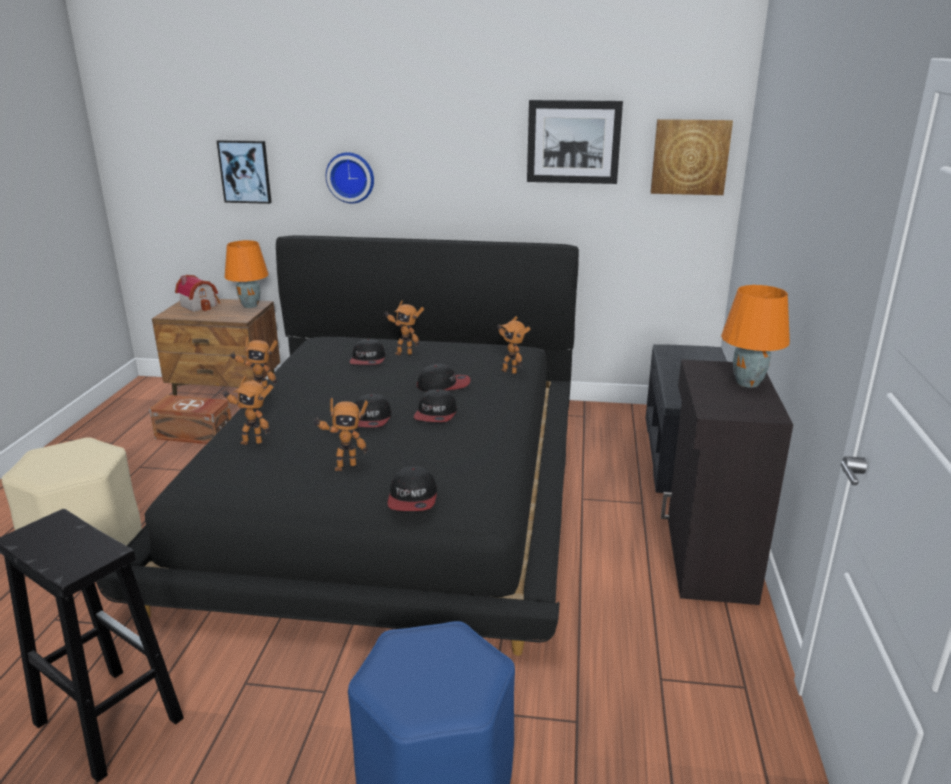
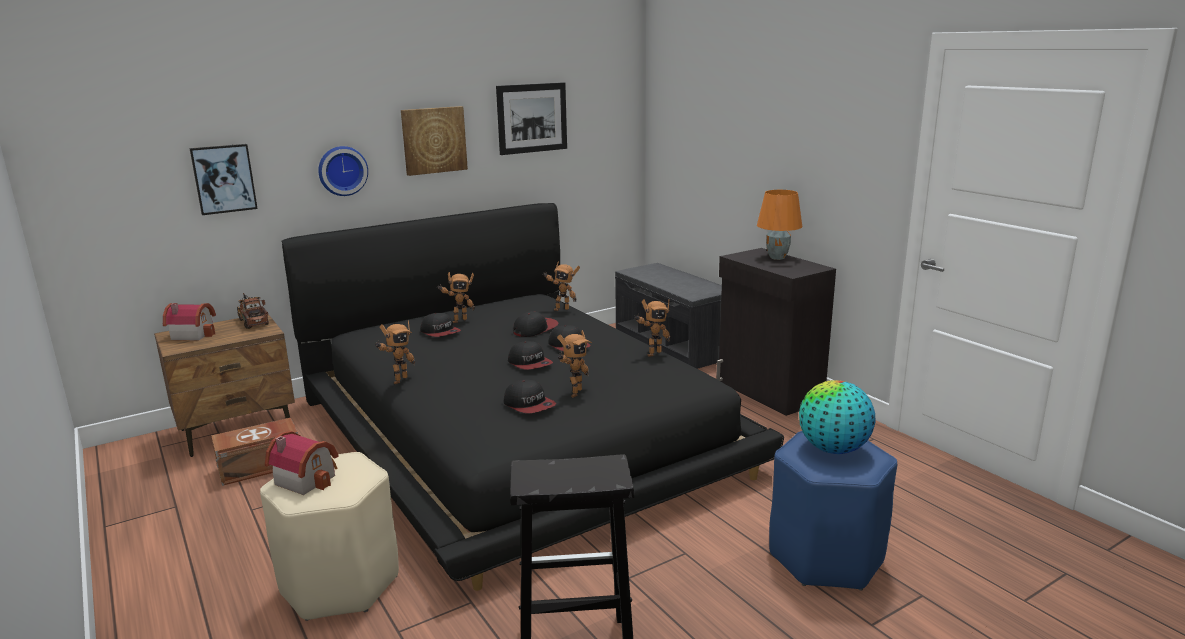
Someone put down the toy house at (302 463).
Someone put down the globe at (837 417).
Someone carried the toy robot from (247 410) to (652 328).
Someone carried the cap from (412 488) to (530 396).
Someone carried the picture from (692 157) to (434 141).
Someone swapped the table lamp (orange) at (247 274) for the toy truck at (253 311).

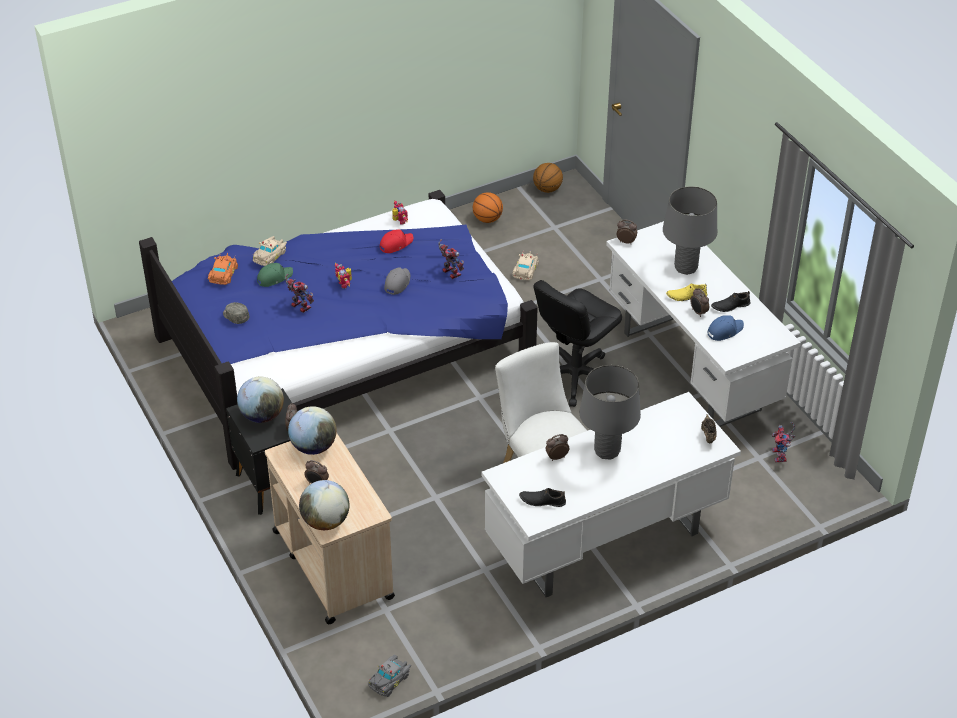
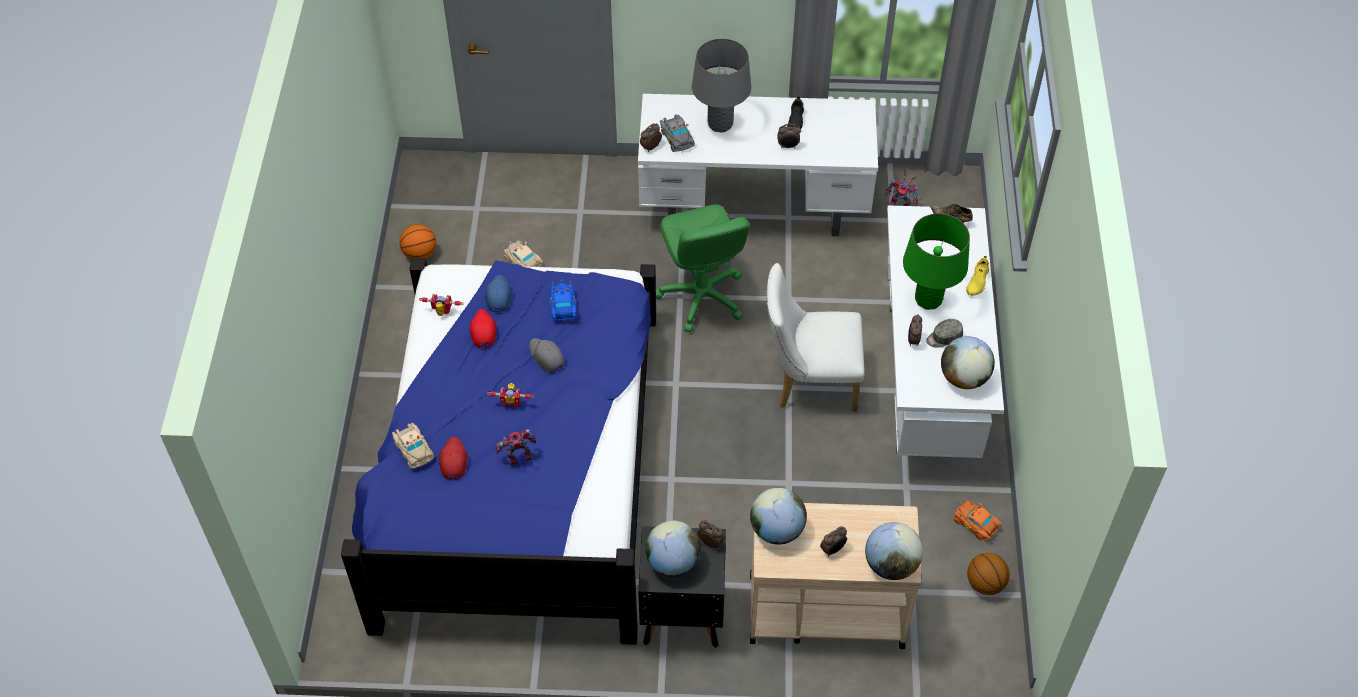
Someone carried the toy car (orange) from (223 269) to (977 519).
Someone carried the cap (grey) from (236 313) to (944 333).
Someone carried the toy car (grey) from (389 675) to (677 133).
Someone carried the basketball from (548 178) to (988 574).
Someone carried the shoe (yellow) from (686 292) to (977 275).
Someone carried the cap (blue) from (726 328) to (498 293).
Someone swapped the toy robot at (451 259) for the toy car (blue) at (563 300).
Someone swapped the shoe (black) at (542 497) for the globe at (968 362).
Someone repainted the cap (green) at (275 275), which became the cap (red) at (453 458).
Someone repainted the office chair (black) at (577 343), which became the office chair (green) at (703 268).
Someone repainted the table lamp (grey) at (610 412), which became the table lamp (green) at (936 261).

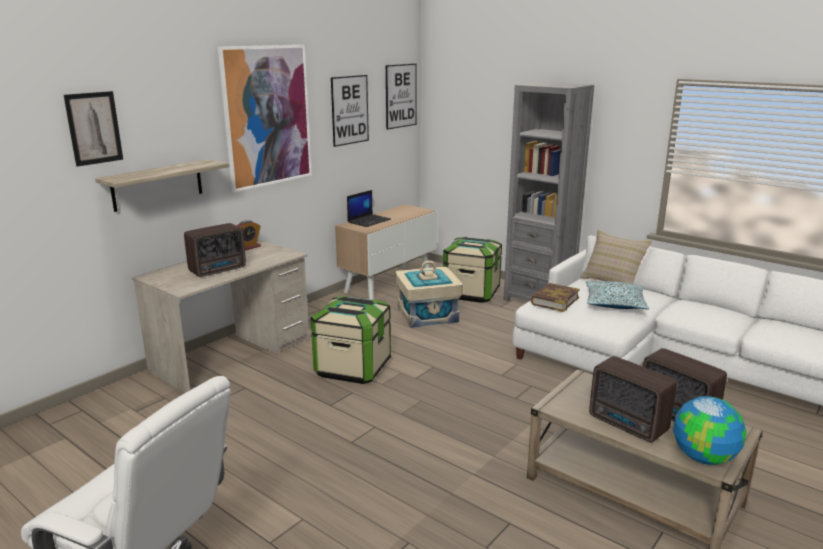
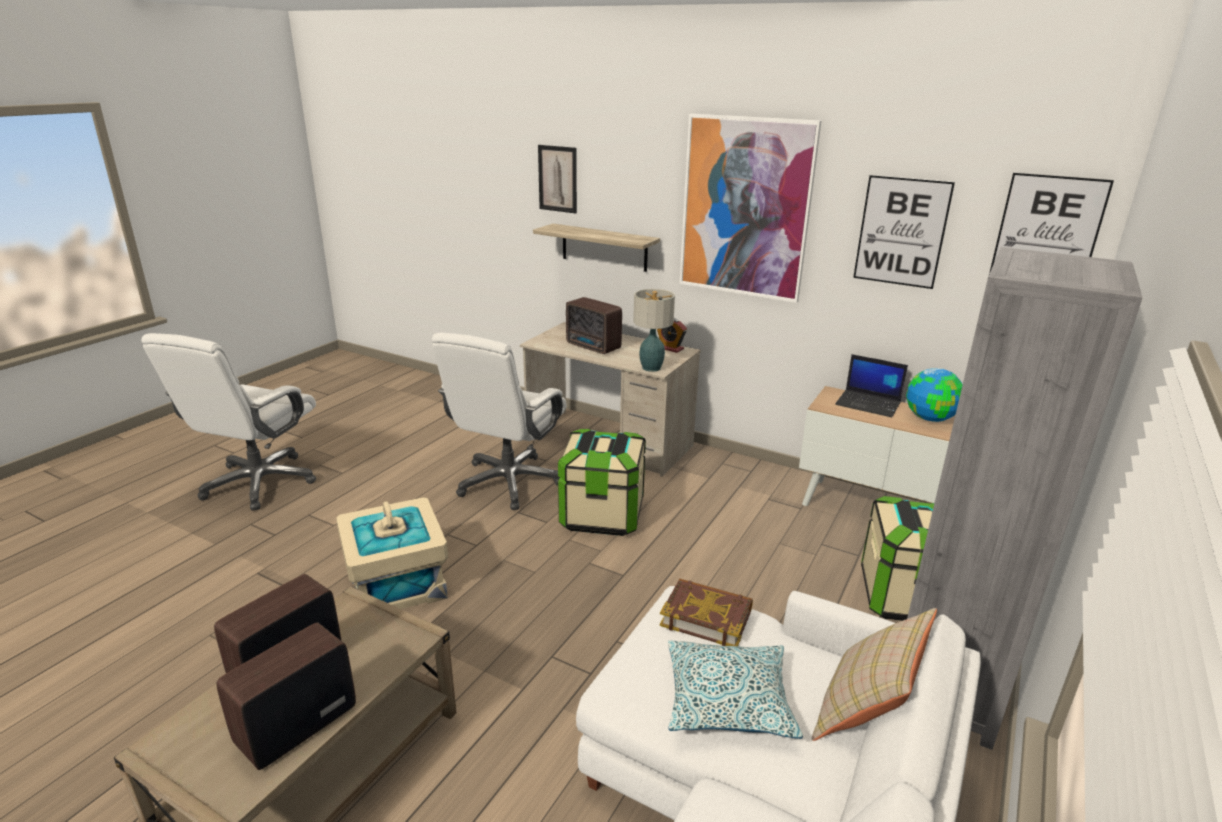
Someone put down the office chair (white) at (499 421).
Someone put down the table lamp at (654 330).
Someone carried the storage box (beige) from (429 294) to (392 553).
Someone carried the globe from (709 430) to (934 395).

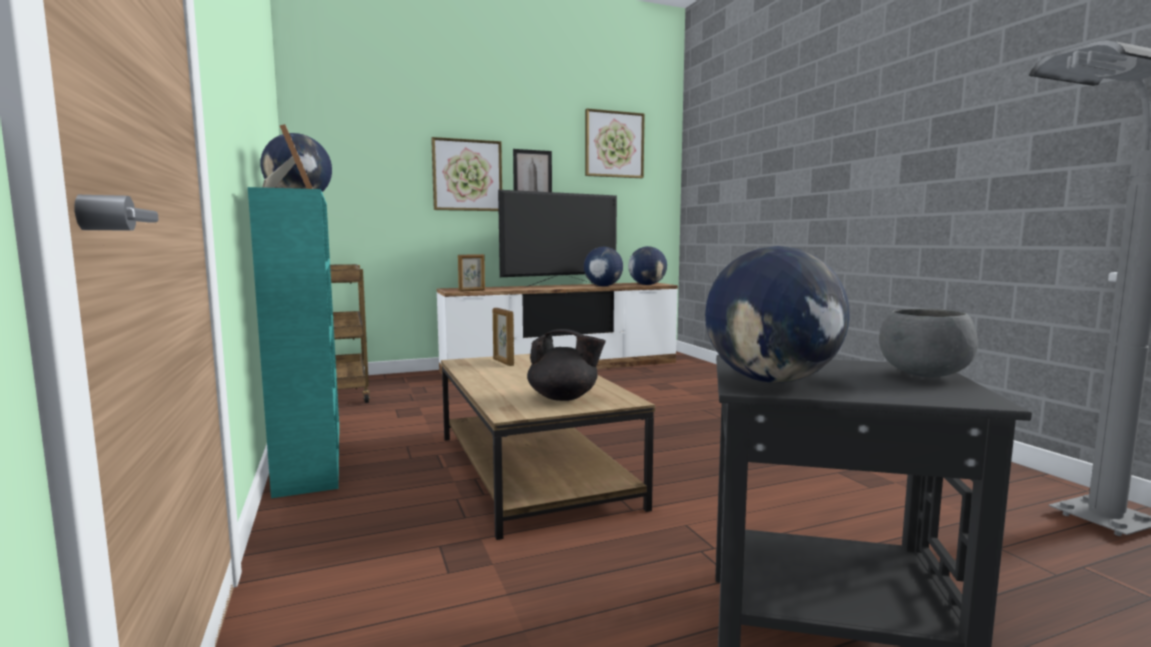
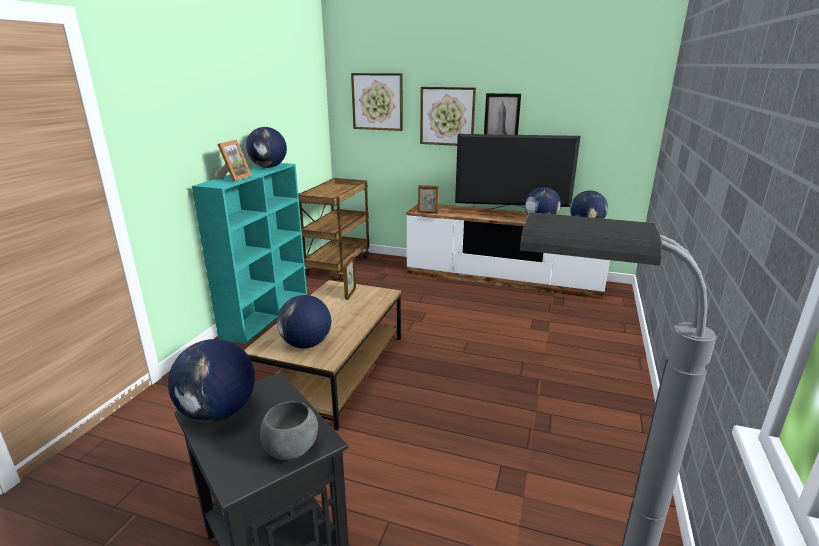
Someone carried the picture from (615 143) to (377 102).
Someone swapped the teapot (black) at (566 365) for the globe at (304 321).

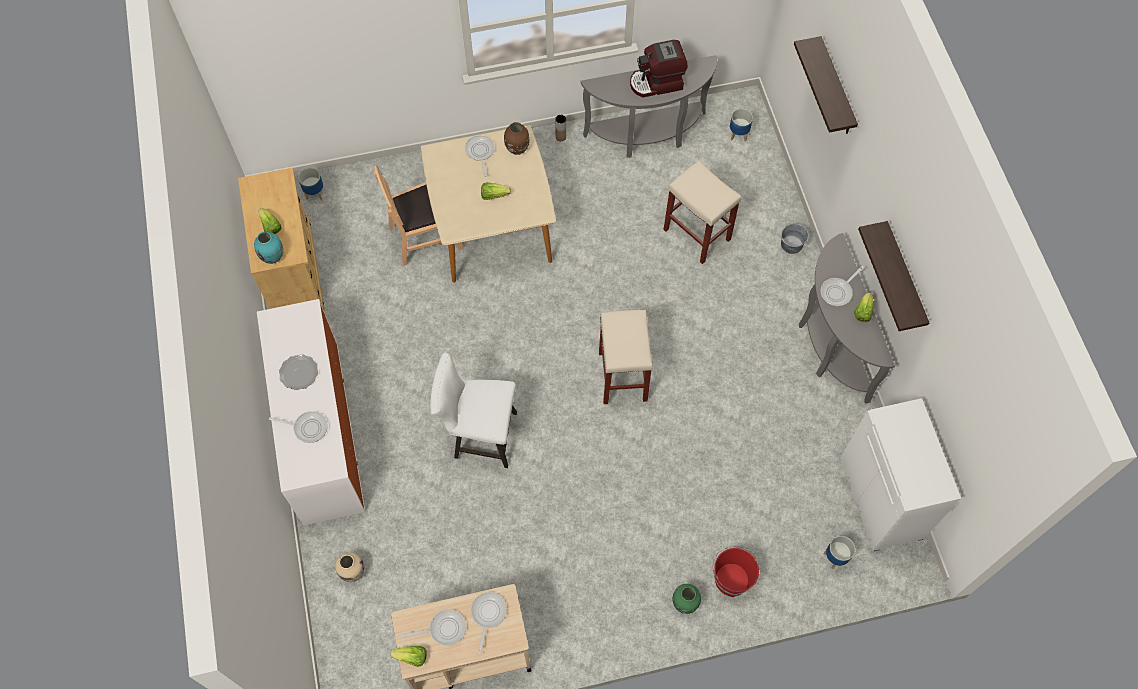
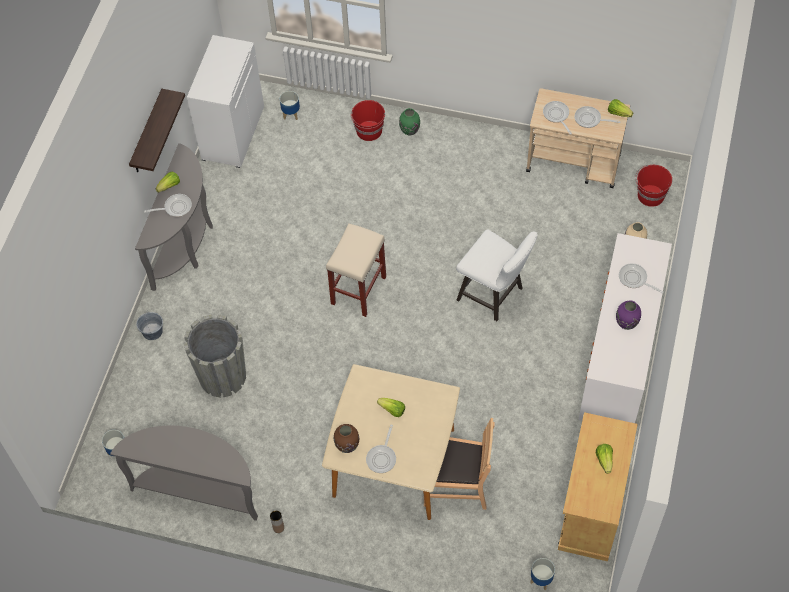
Someone took away the vase (turquoise) at (268 247).
Someone took away the coffee machine at (659 69).
Someone took away the shelf at (826 85).
Someone put down the bucket (red) at (653 186).
Someone swapped the plate at (298 372) for the vase (purple) at (628 315).
Someone swapped the stool (beige) at (702 212) for the planter (grey) at (215 356).
Someone rotated the frying pan at (489 623) by 120 degrees clockwise.

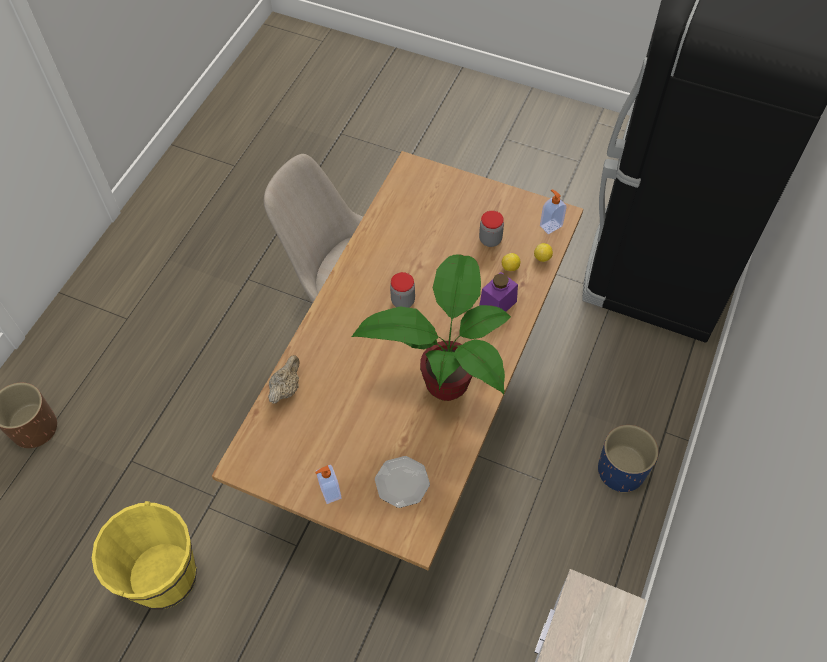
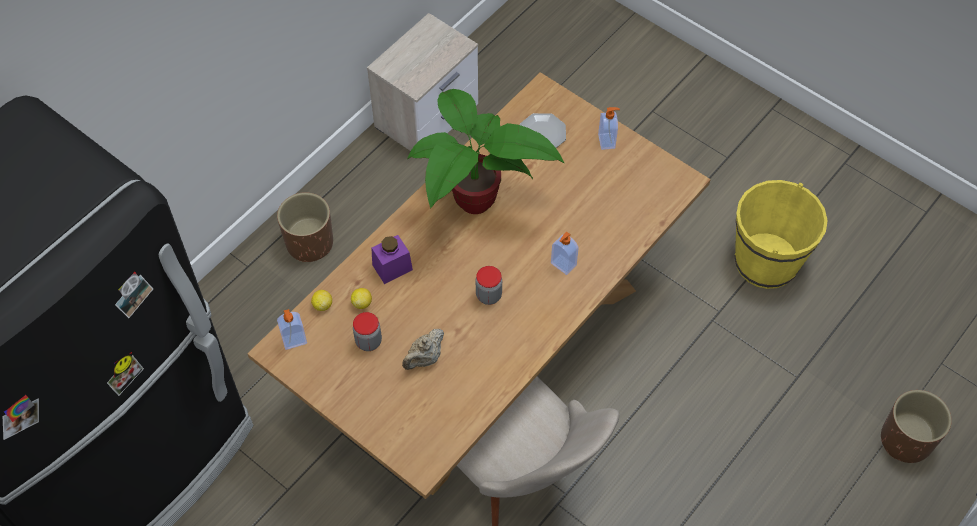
Someone put down the soap dispenser at (565 253).
Someone carried the teapot (beige) from (284 379) to (423 349).
Someone repainted the planter (blue) at (628 459), which became the planter (brown) at (305 227).

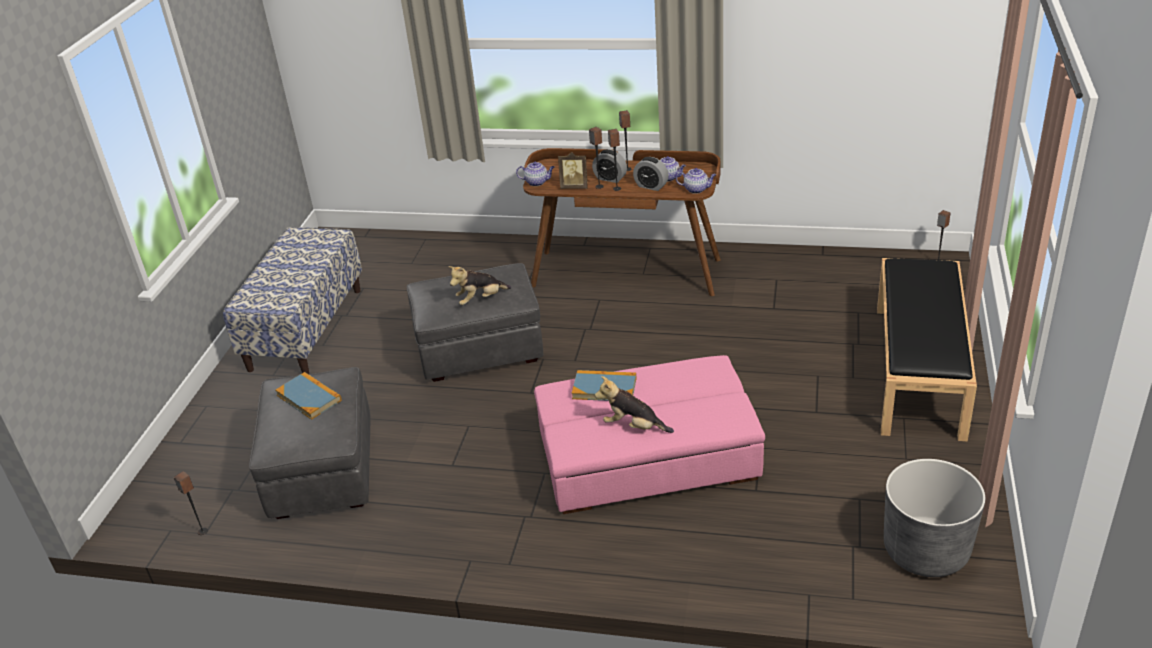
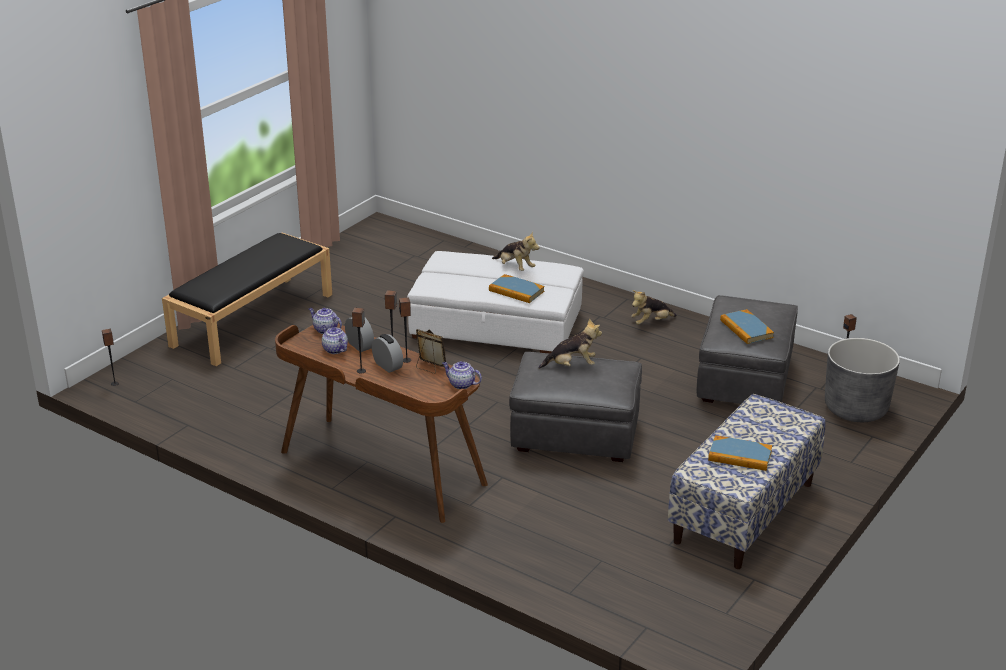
Someone put down the plush toy at (654 307).
Someone put down the book at (740 453).
Someone carried the planter (grey) from (934 518) to (862 380).
Someone repainted the ottoman (pink) at (649 434), which became the ottoman (white) at (495 302).

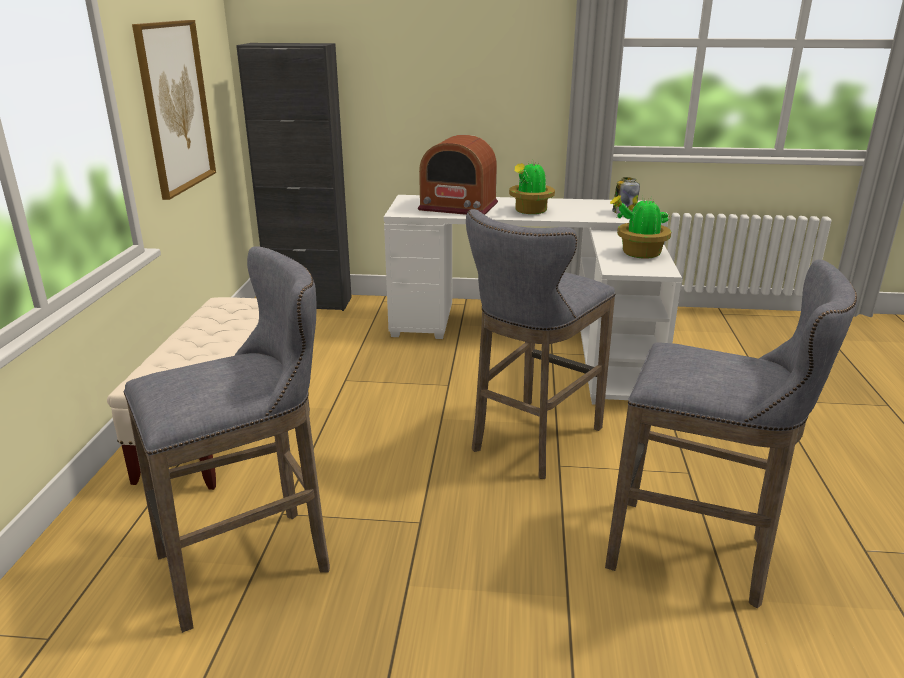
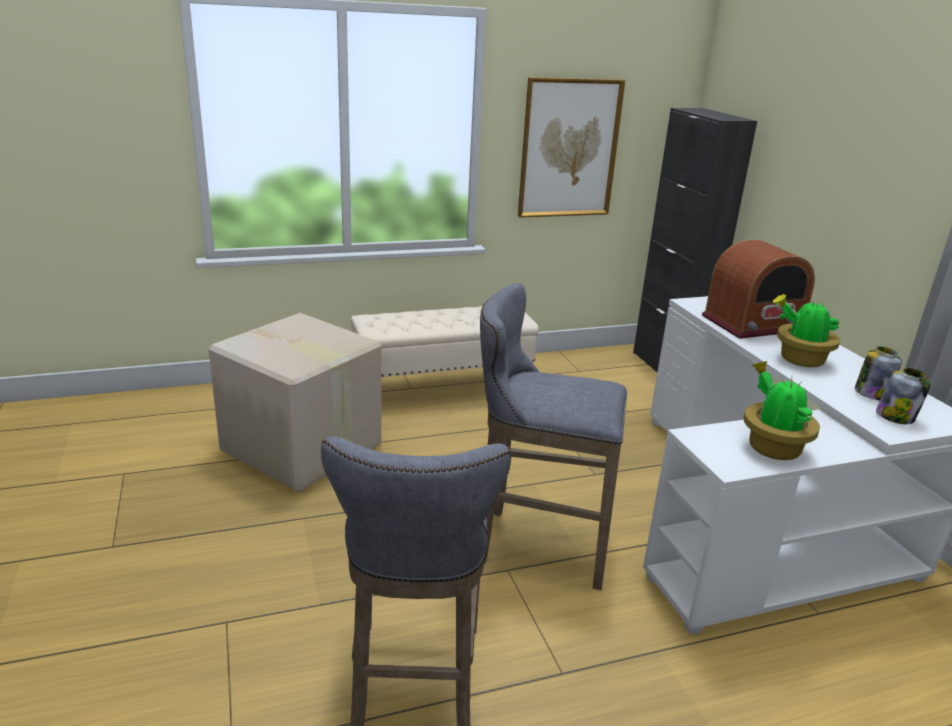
Someone put down the jar at (878 373).
Someone swapped the stool (grey) at (227 439) for the cardboard box at (295 402).
Someone rotated the radio at (458 175) by 105 degrees counterclockwise.

